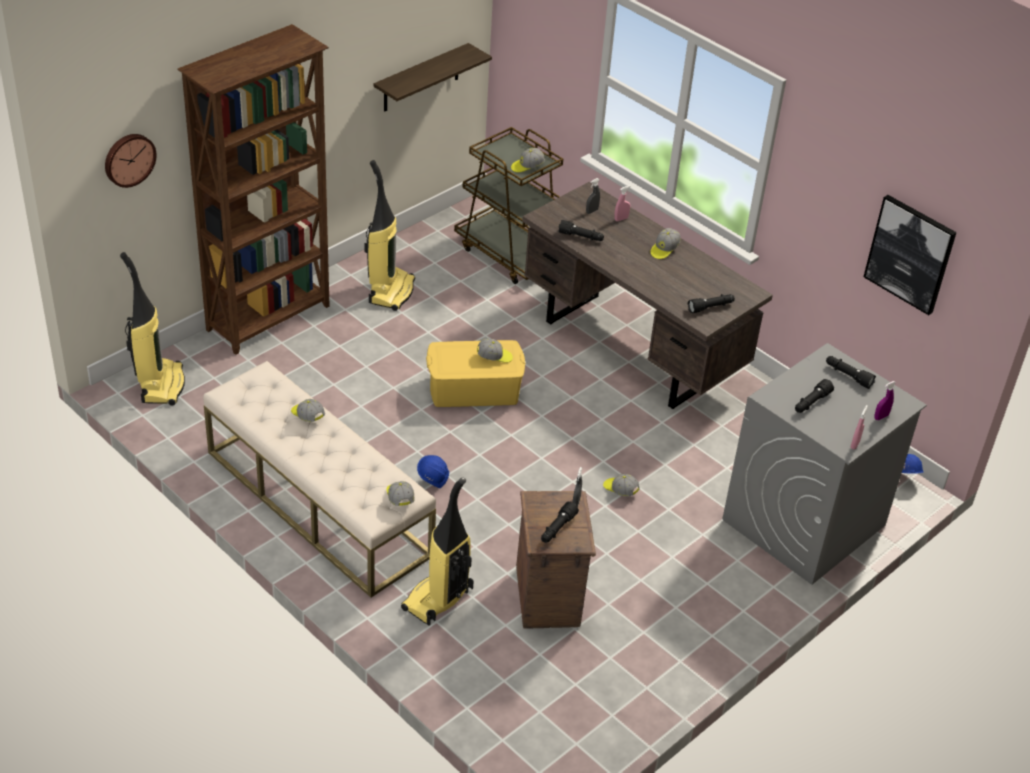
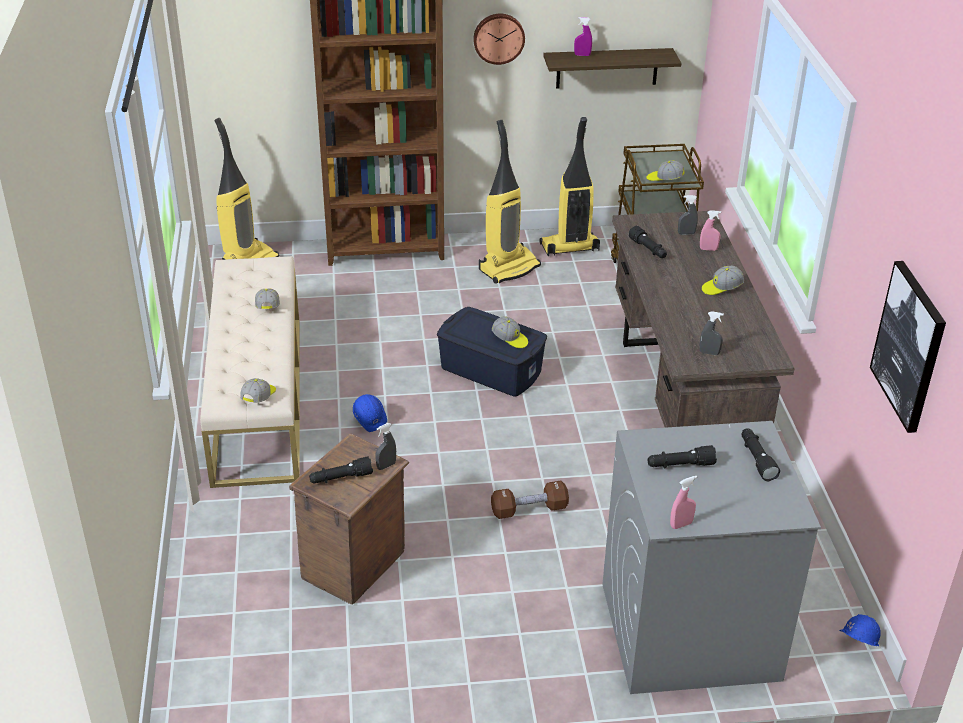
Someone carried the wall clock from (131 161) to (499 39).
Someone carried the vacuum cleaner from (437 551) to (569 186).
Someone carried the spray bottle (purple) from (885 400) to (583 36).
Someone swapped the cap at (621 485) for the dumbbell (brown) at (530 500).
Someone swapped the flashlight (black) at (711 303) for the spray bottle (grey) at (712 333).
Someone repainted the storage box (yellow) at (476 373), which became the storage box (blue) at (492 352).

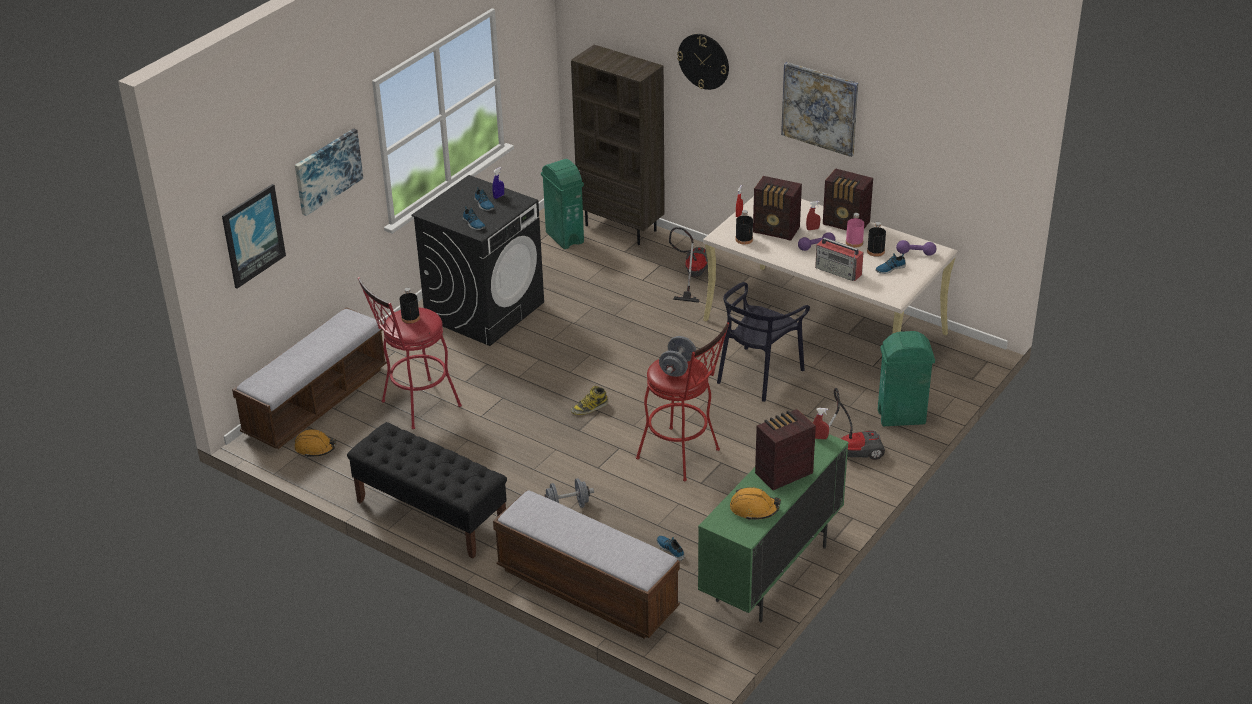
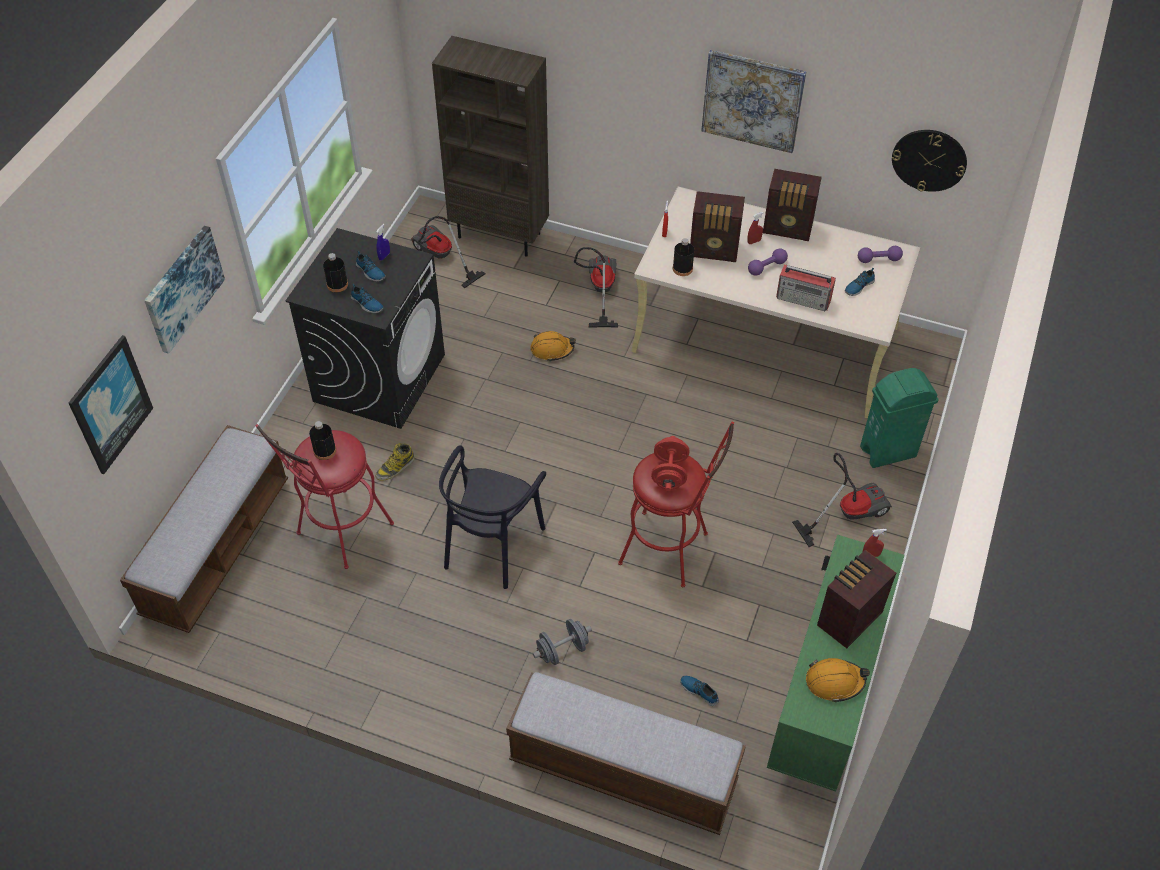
Someone took away the bench (black) at (427 490).
Someone took away the bottle (pink) at (855 230).
Someone carried the hard hat (orange) from (315 443) to (553 346).
Someone carried the boot from (589 400) to (395 462).
Someone carried the wall clock from (703 62) to (929 161).
Someone carried the chair (black) from (763 342) to (492 517).
Someone carried the bottle (black) from (876 239) to (335 272).
Someone swapped the trash can (green) at (562 204) for the vacuum cleaner at (448 252).
Someone repainted the dumbbell (grey) at (677 356), which became the dumbbell (red) at (670 463).

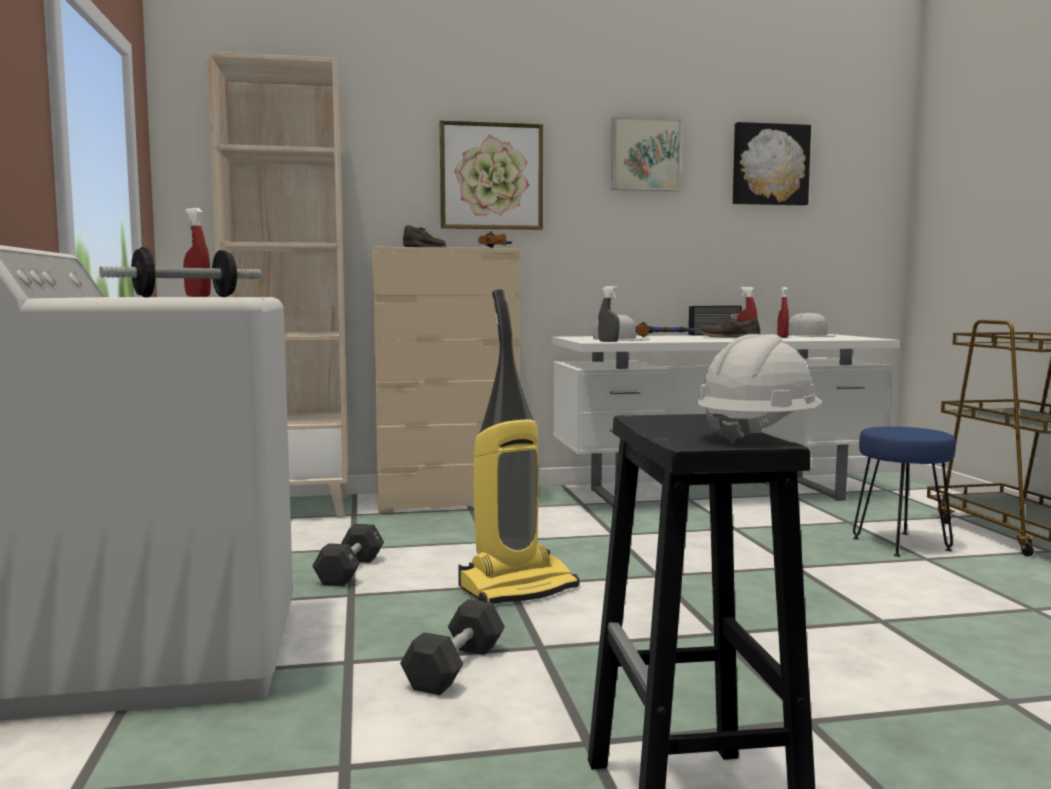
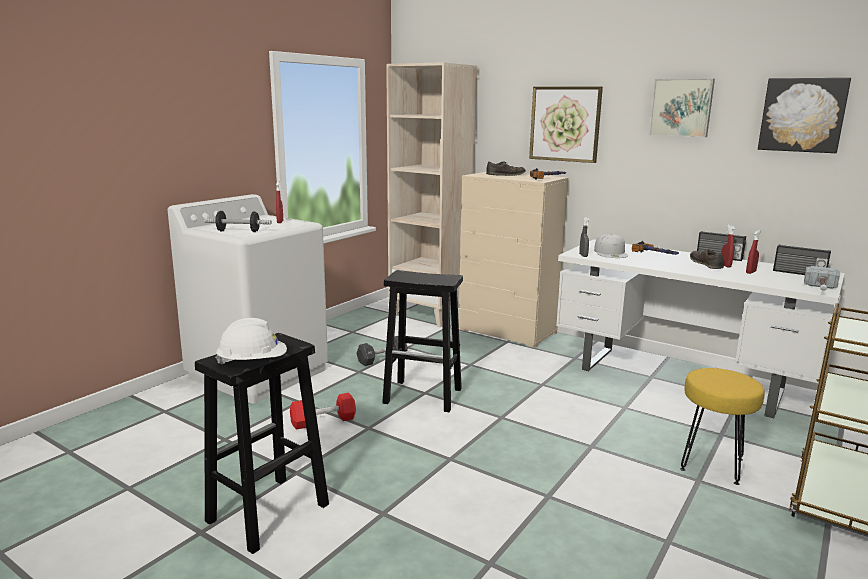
Someone put down the hammer at (822 278).
Someone swapped the vacuum cleaner at (519 446) for the stool (black) at (422 341).
Someone swapped the cap (white) at (812 324) for the radio at (802 260).
Someone repainted the dumbbell (black) at (452 647), which became the dumbbell (red) at (323 411).
Someone repainted the stool (blue) at (904 491), which became the stool (yellow) at (722 426).

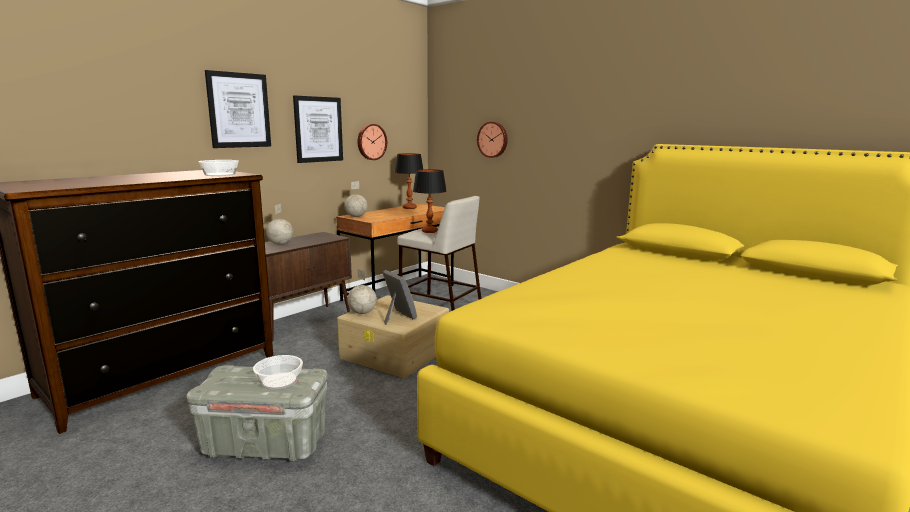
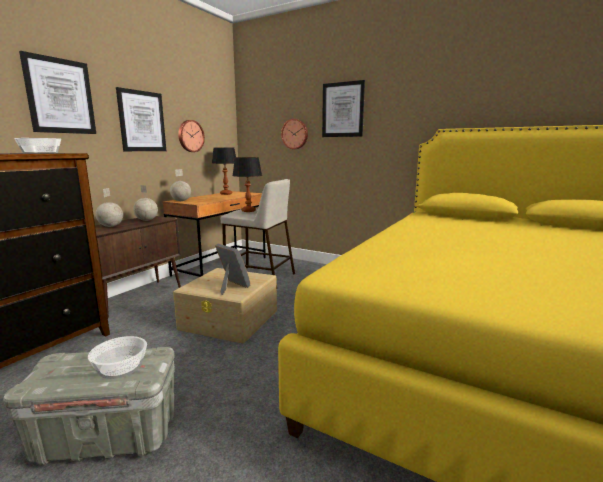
Someone put up the picture at (343 108).
Someone carried the globe from (362 291) to (145 203).

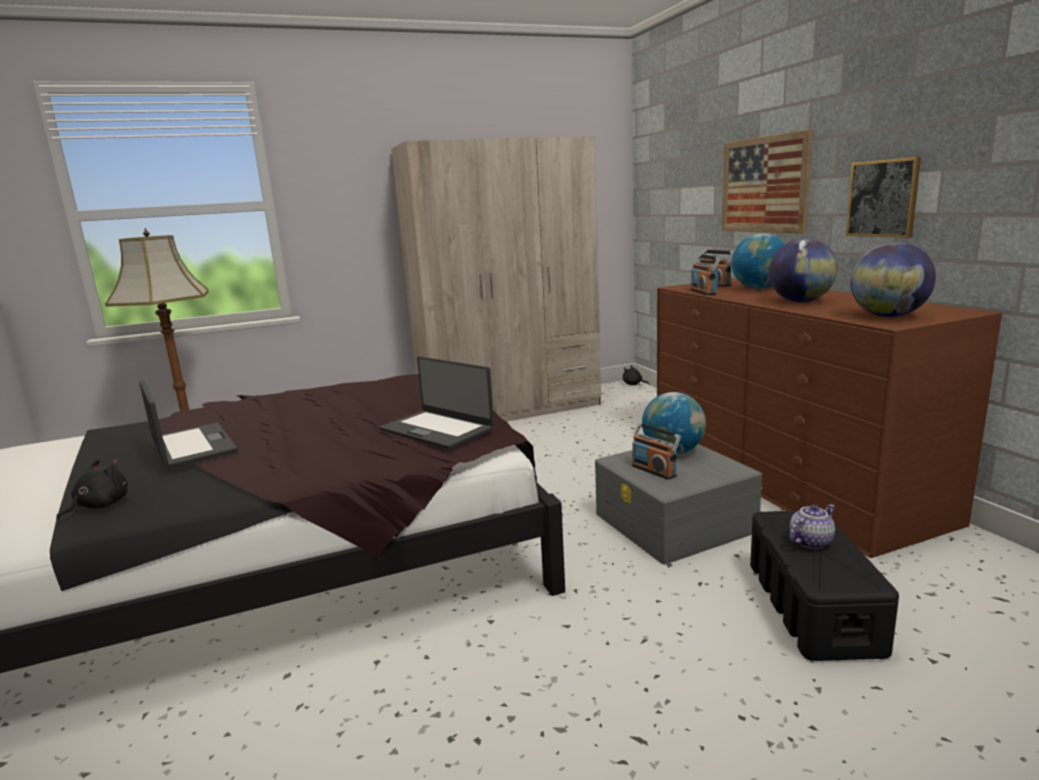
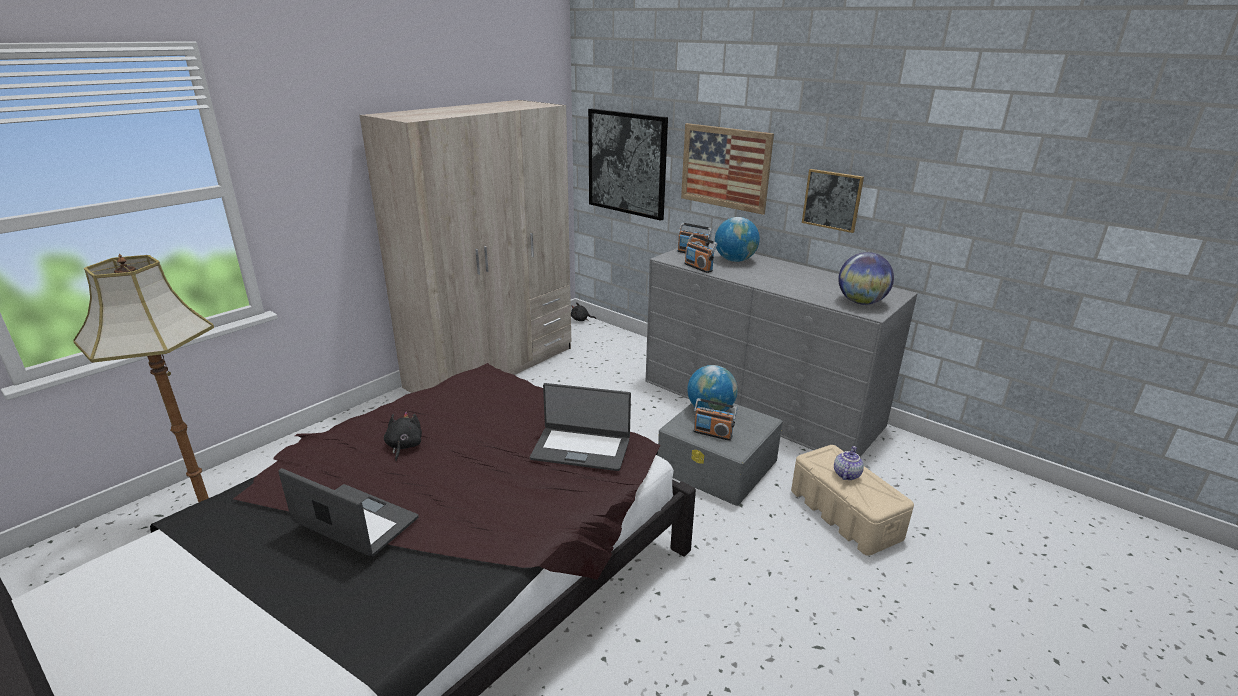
Someone took away the globe at (803 270).
Someone put up the picture at (628 165).
Someone carried the plush toy (black) from (92 490) to (403 436).
Someone repainted the dresser (brown) at (829 418), which became the dresser (grey) at (782 350).
Someone repainted the storage box (black) at (824 585), which became the storage box (beige) at (852 500).

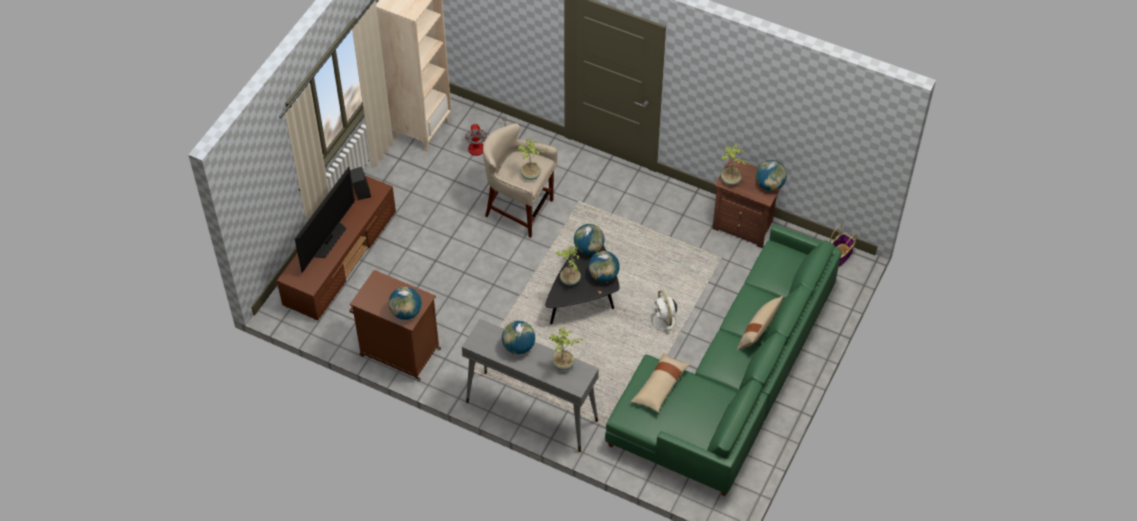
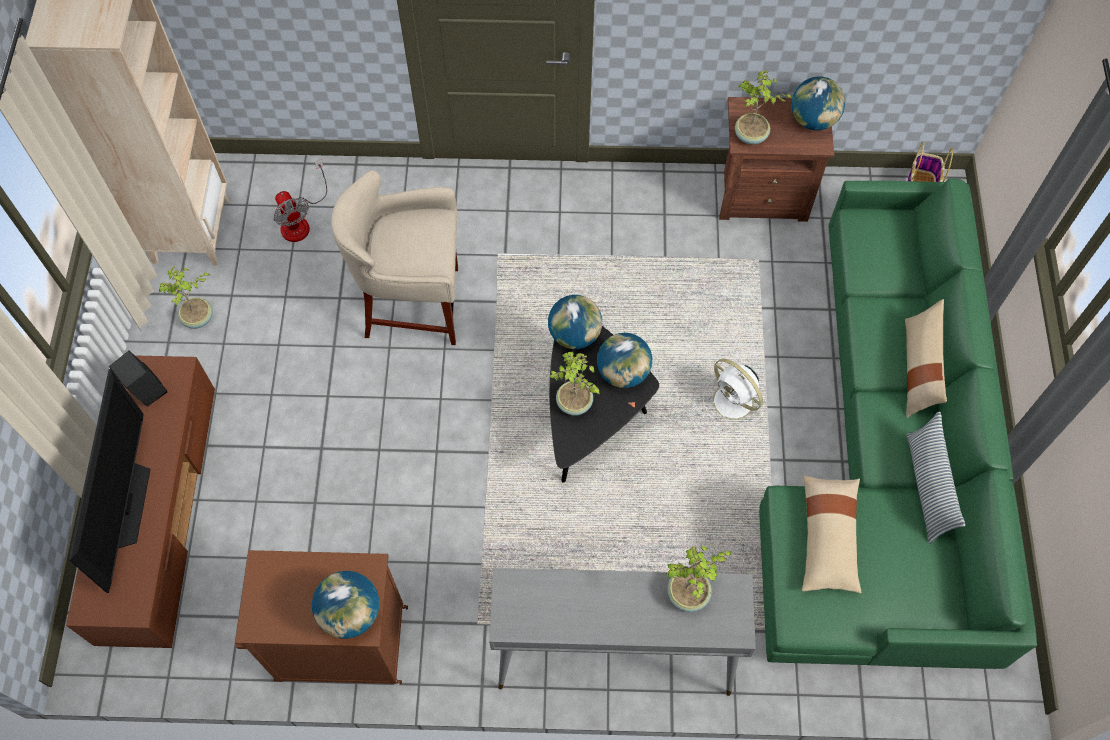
Someone took away the globe at (518 337).
Someone put down the pillow at (936 477).
Someone carried the potted plant from (532 159) to (186 297).

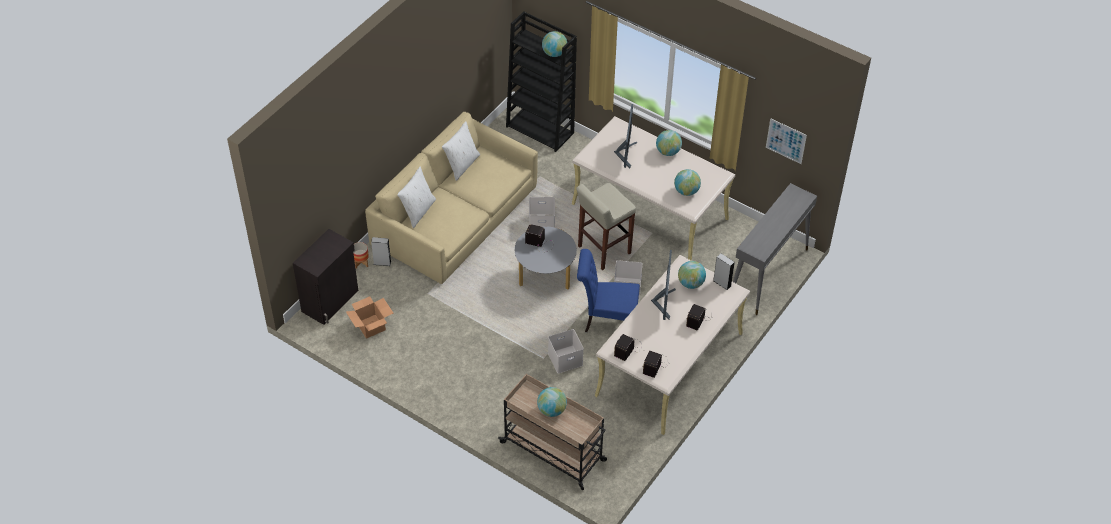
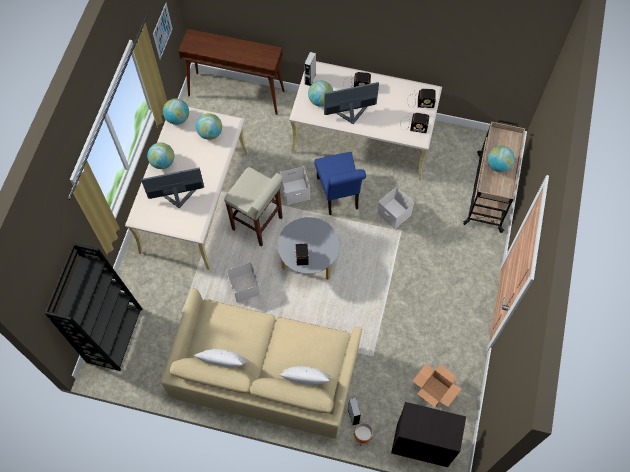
Someone carried the globe from (554 44) to (176 111).
Someone repainted the console table (grey) at (775 249), which became the console table (brown) at (232 72).

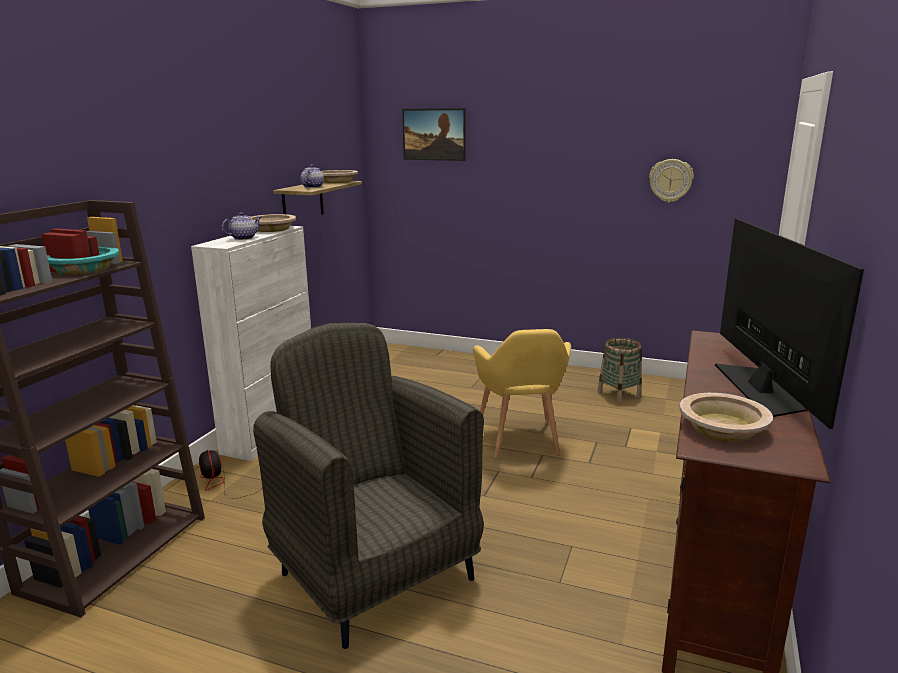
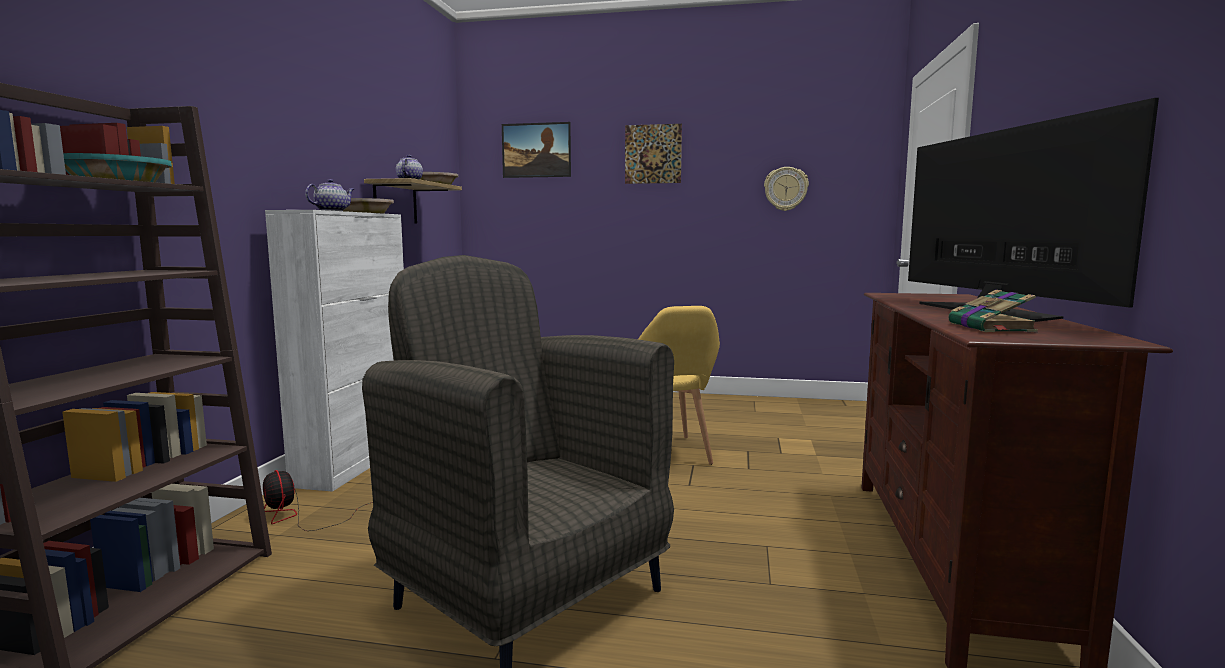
Someone took away the basket at (619 370).
Someone put up the picture at (653 154).
Someone swapped the bowl (beige) at (726 417) for the book at (993 311).

